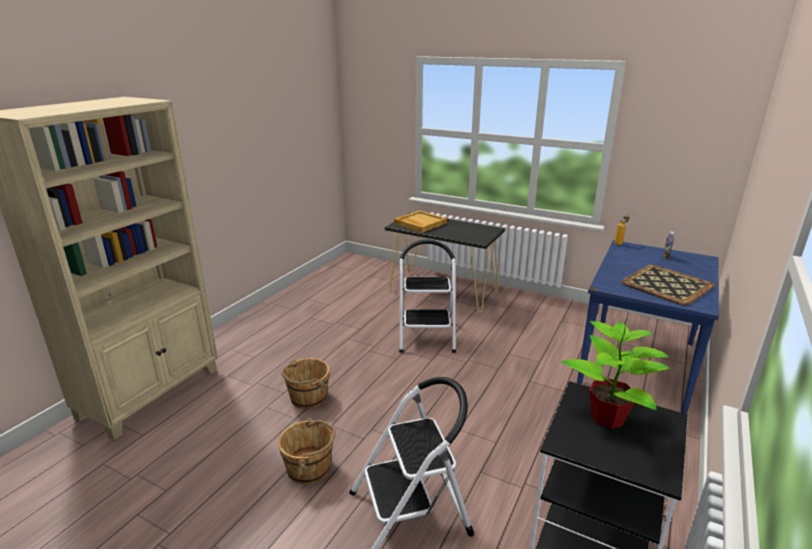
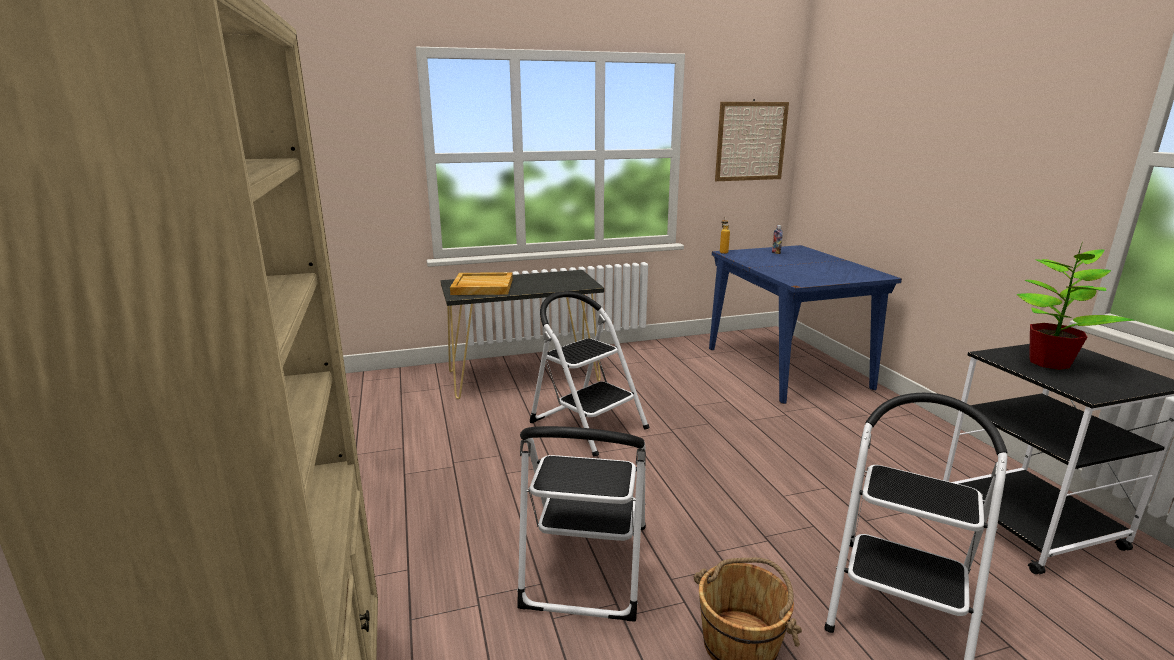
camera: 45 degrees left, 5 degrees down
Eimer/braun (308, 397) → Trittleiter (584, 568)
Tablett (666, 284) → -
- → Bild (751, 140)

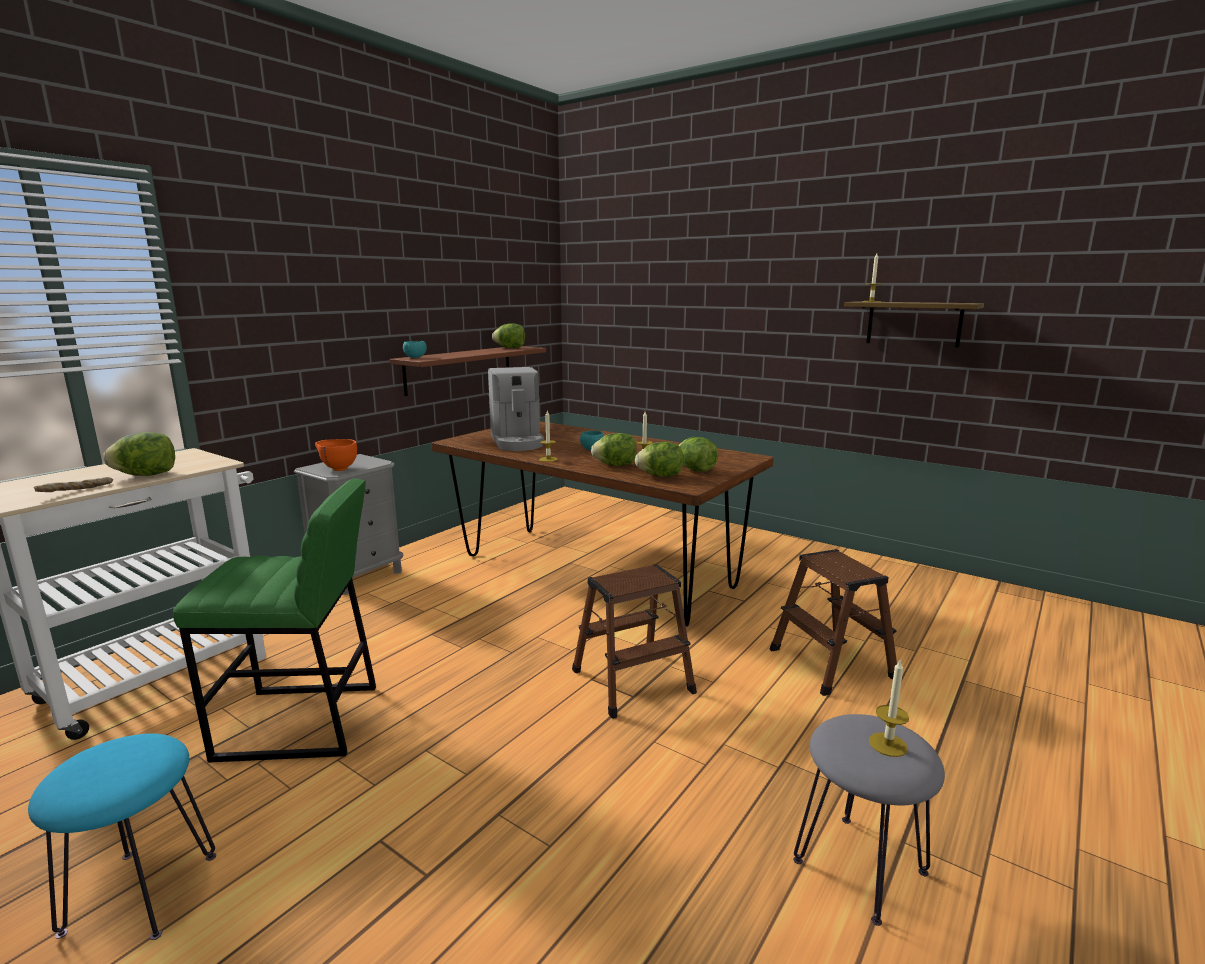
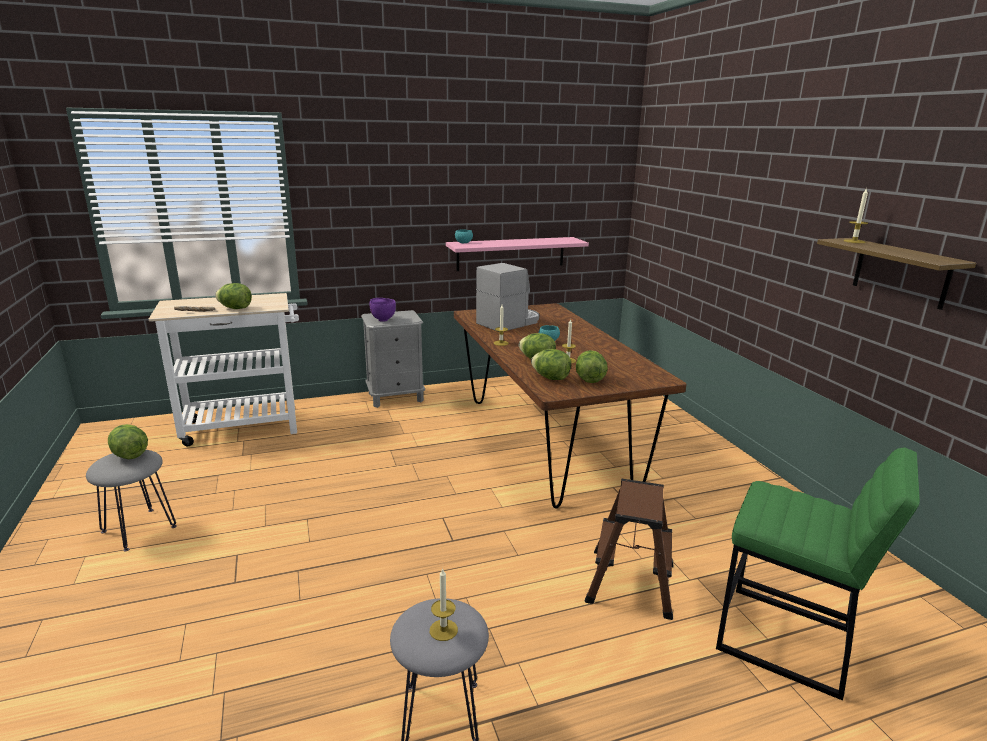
camera: 35 degrees right, 5 degrees up
Hocker/türkis (141, 892) → Hocker/grau (139, 529)
Stuhl/grün (303, 721) → Stuhl/grün (788, 640), move
Schüssel/orange (338, 469) → Schüssel/lila (382, 320)
Wandregal/braun (459, 369) → Wandregal/rosa (511, 253)
Kaffeemaschine (517, 441) → Kaffeemaschine (509, 322), 150 degrees counterclockwise
Salatkopf (510, 348) → Salatkopf (129, 455), move
Trittleiter/braun (633, 680) → -

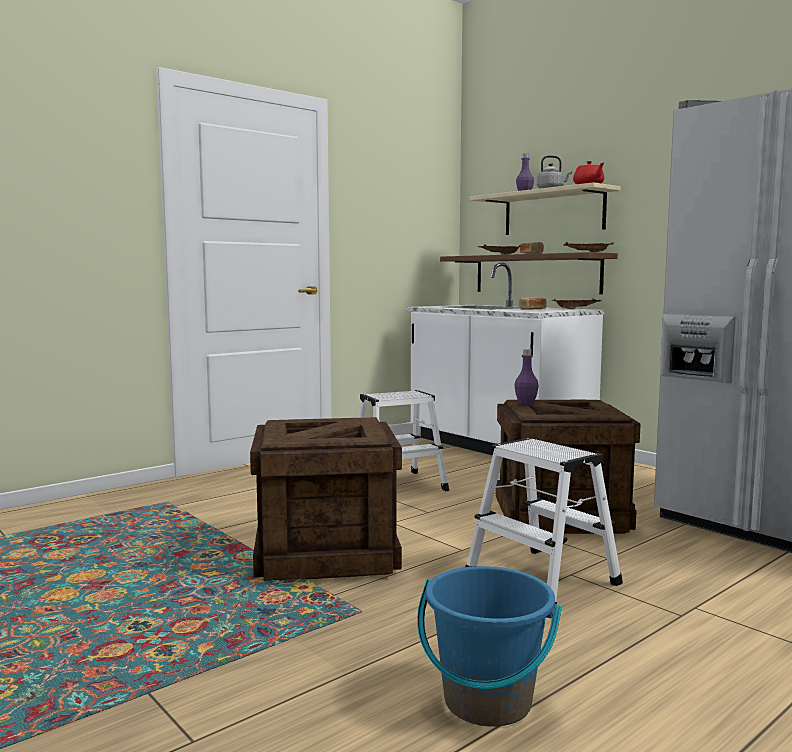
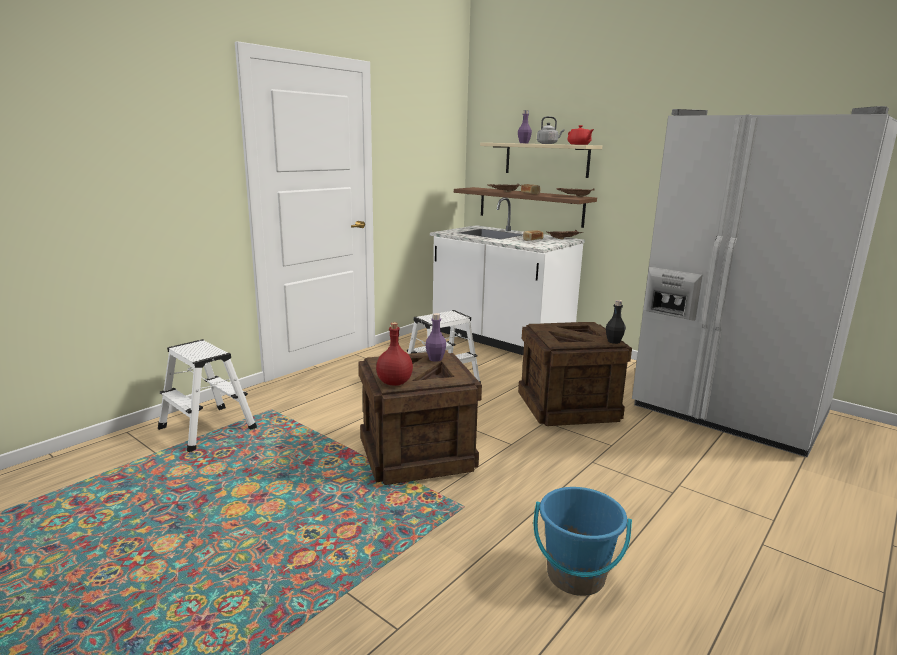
camera: 10 degrees left, 10 degrees up
Trittleiter/weiß (542, 579) → Trittleiter/weiß (208, 428), move
Flasche/lila (526, 403) → Flasche/lila (435, 359), move
- → Flasche/rot (394, 383)
- → Flasche/schwarz (614, 341)

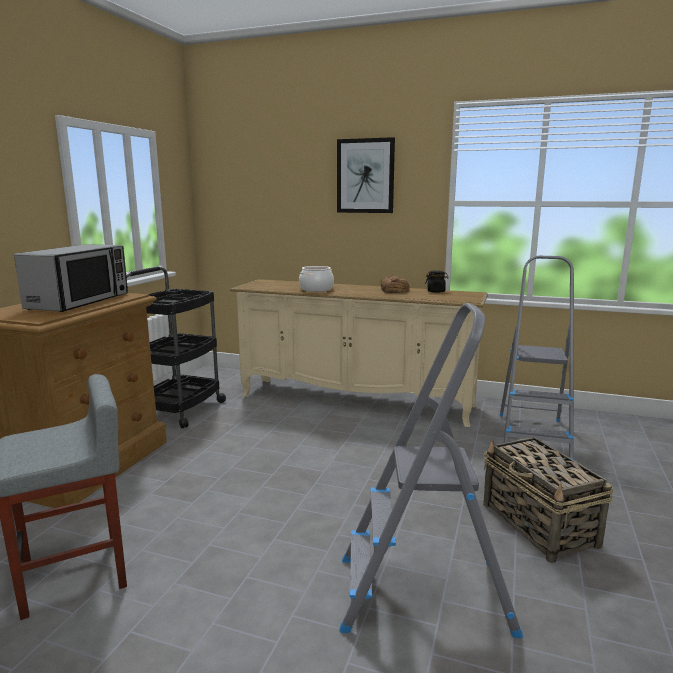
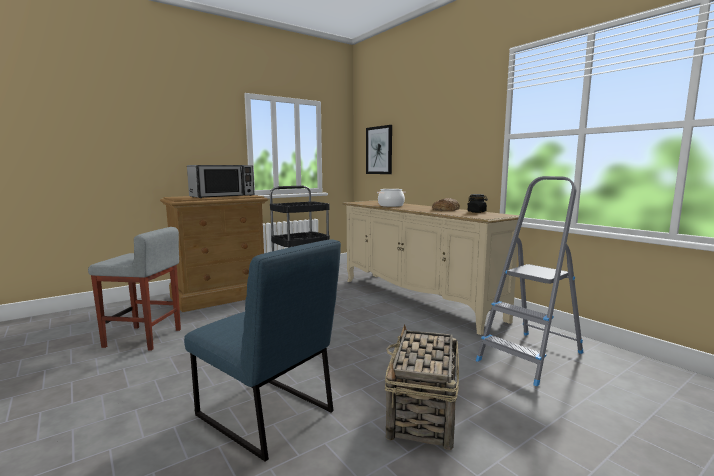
camera: 35 degrees right, 5 degrees down
Bild (365, 176) → Bild (379, 150), move
Trittleiter/grau (421, 594) → Stuhl/blau (267, 415)

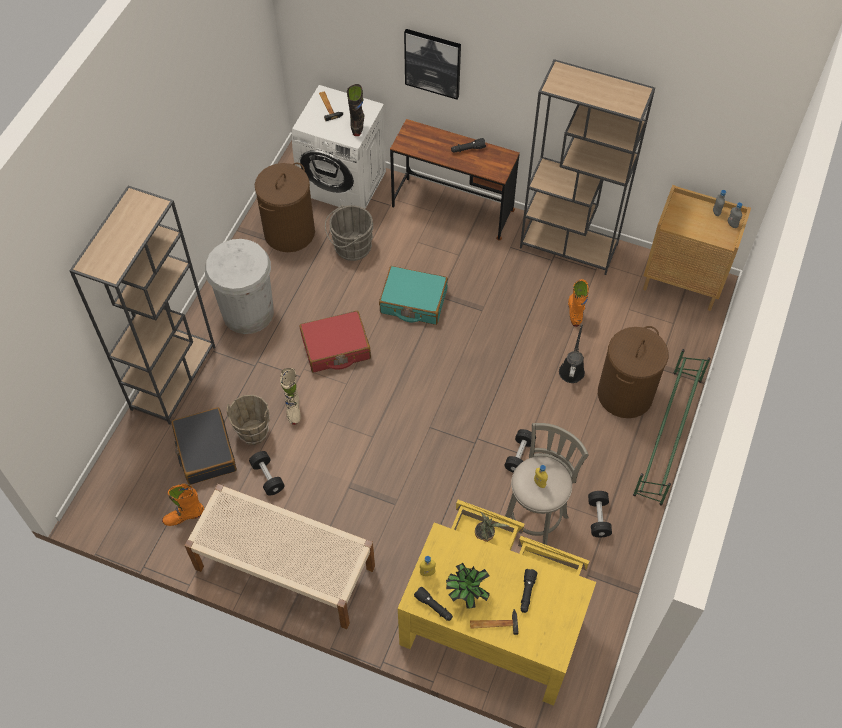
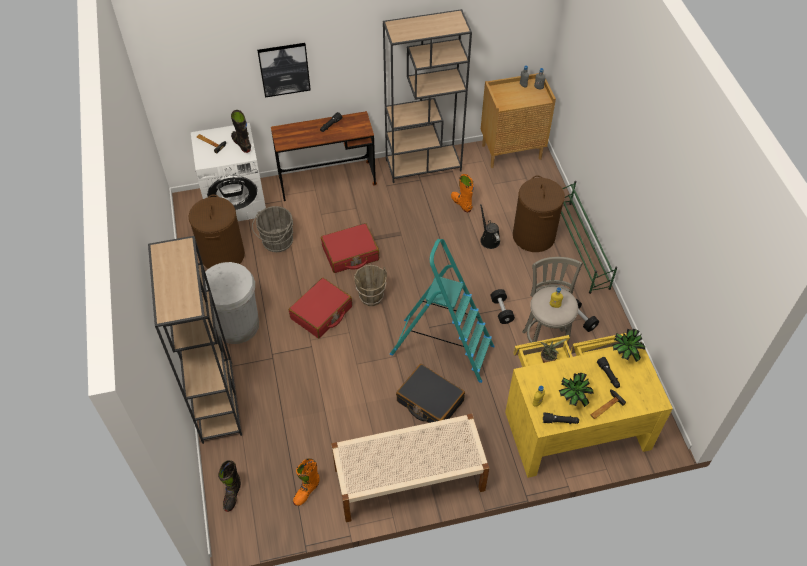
camera: 35 degrees left, 5 degrees down
Koffer/schwarz (205, 451) → Koffer/schwarz (429, 401), move
Eimer/braun (253, 432) → Eimer/braun (371, 297), move
Hantel/schwarz (267, 477) → -
Stiefel/beige (293, 409) → -
Koffer/türkis (413, 301) → Koffer/rot (350, 254)
- → Stiefel/schwarz (232, 495)
- → Trittleiter/türkis (442, 350)
- → Topfpflanze (624, 355)

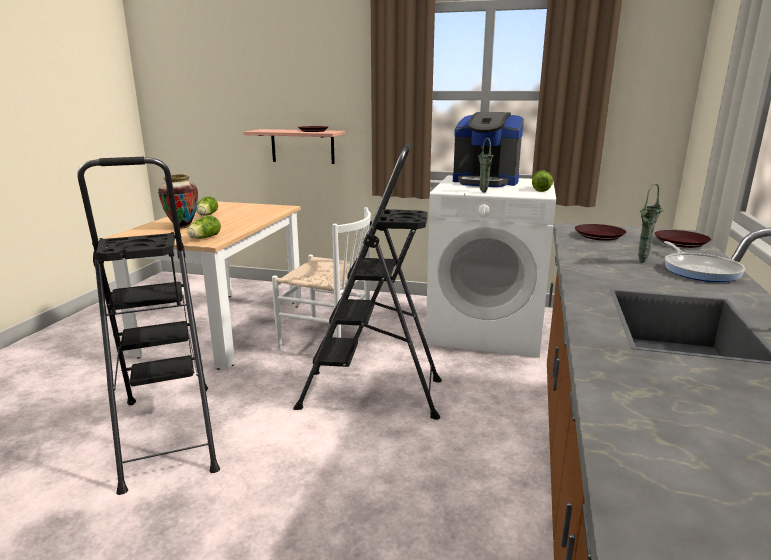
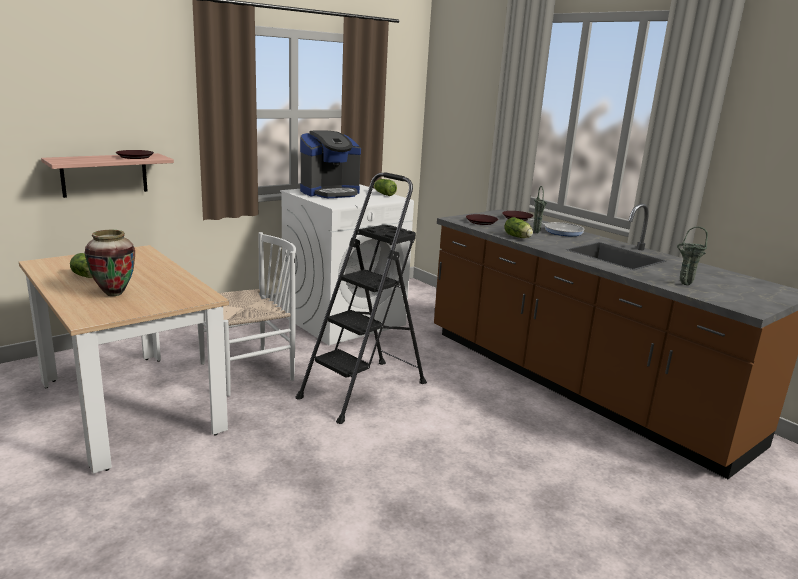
camera: 55 degrees left, 0 degrees up
Trittleiter (168, 434) → -
Salatkopf (203, 238) → Salatkopf (518, 237), move
Vase/grün (482, 191) → Vase/grün (683, 284), move

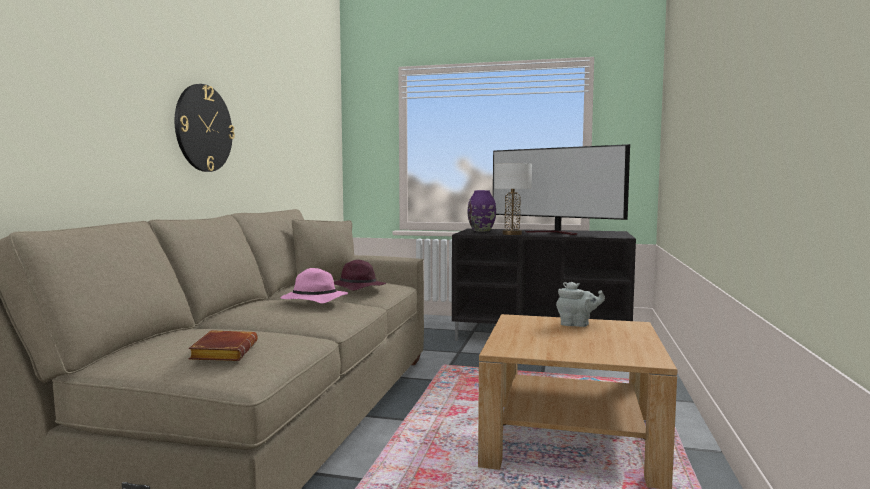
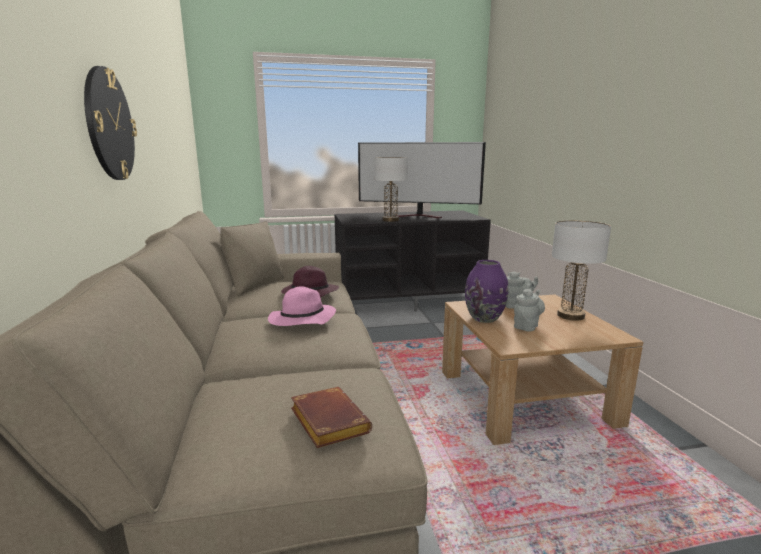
camera: 25 degrees left, 10 degrees up
Vase/lila (482, 230) → Vase/lila (484, 318), move
- → Teekanne/grau (526, 326)
- → Tischlampe (570, 315)

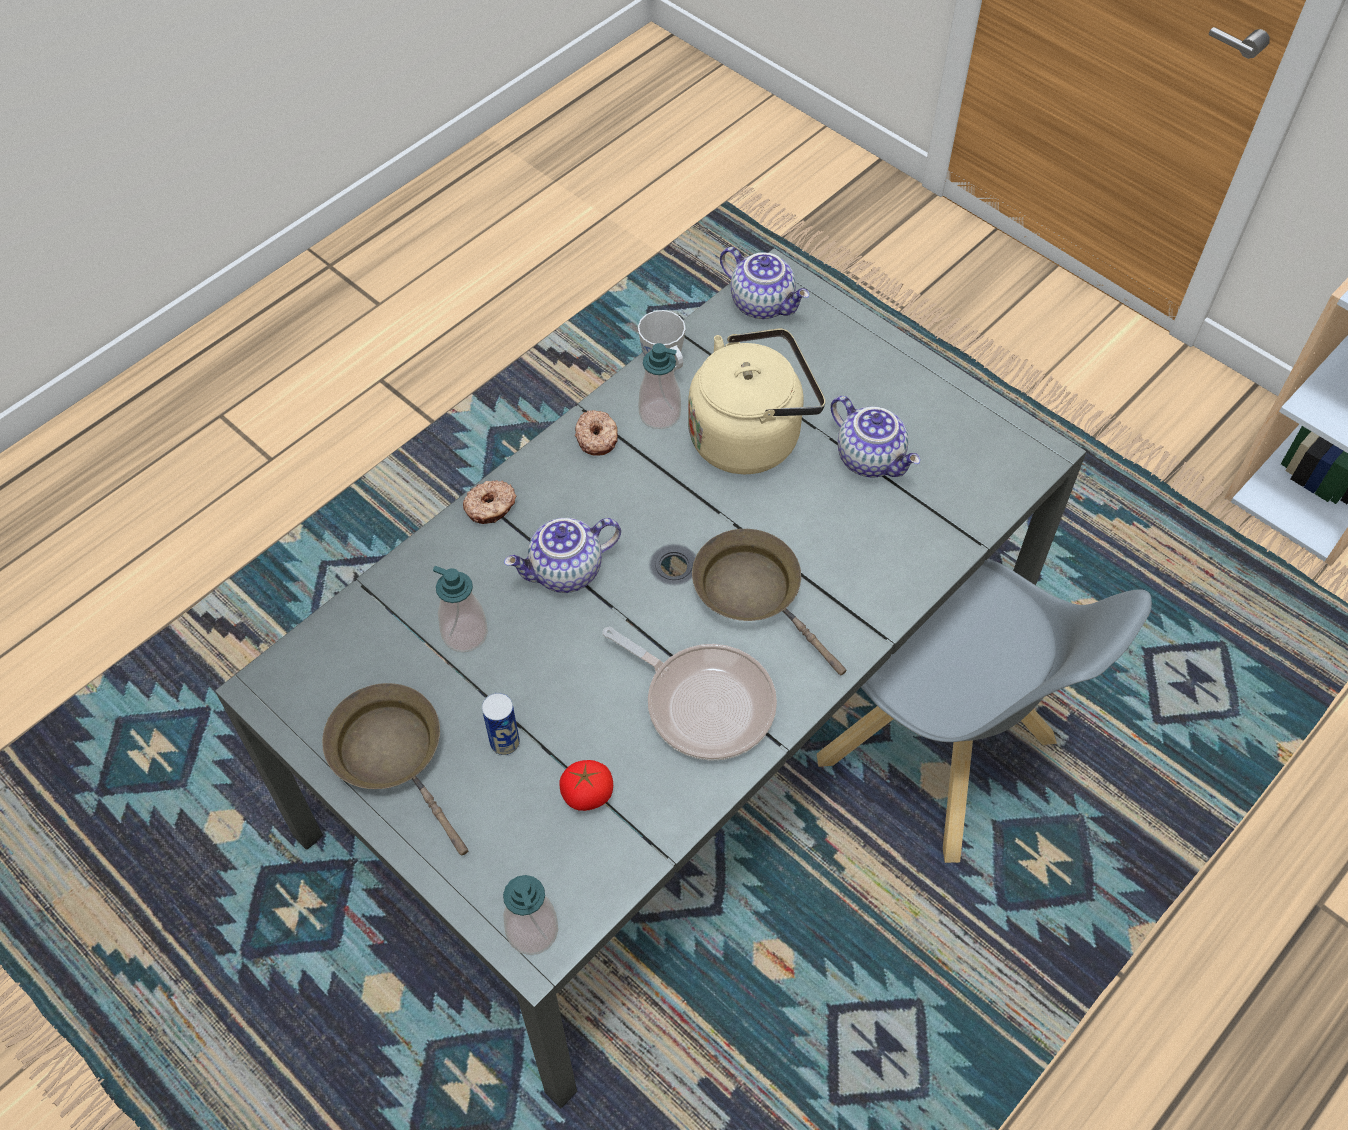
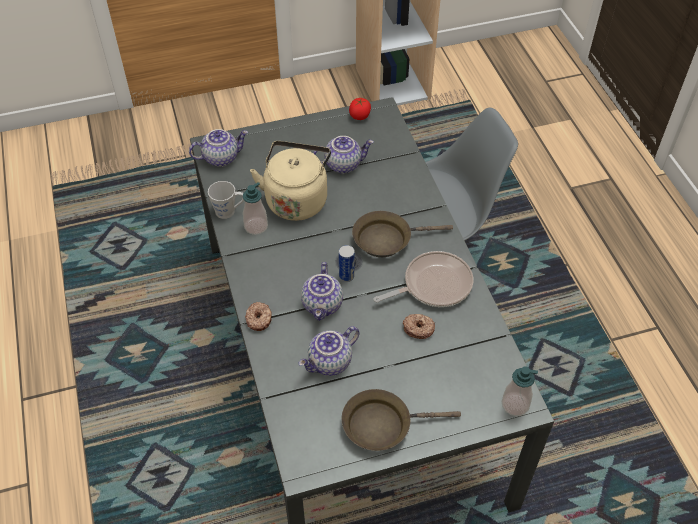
camera: 60 degrees left, 5 degrees down
Seifenspender (465, 634) → Teekanne (330, 363)
Dose (505, 742) → Dose (346, 276), move
Tomate (587, 794) → Tomate (359, 116), move
Donut (597, 438) → Donut (418, 328), move

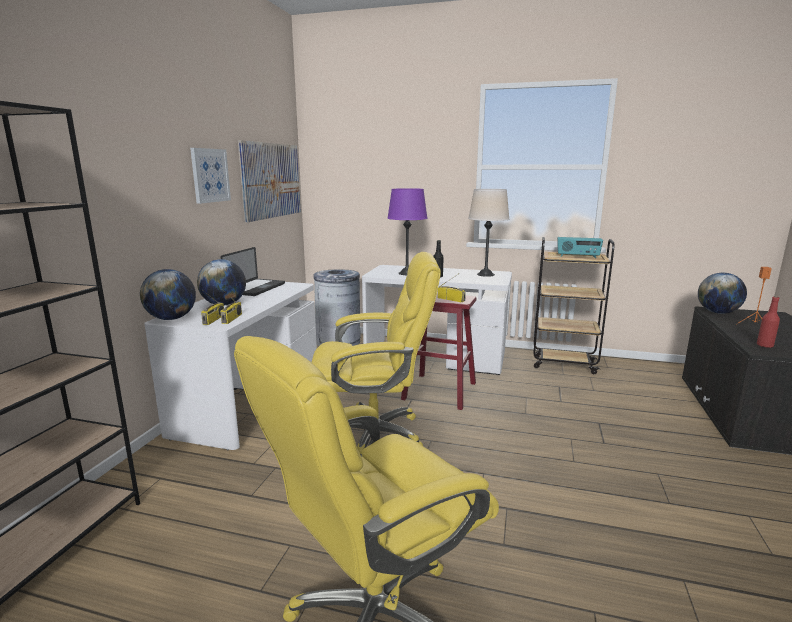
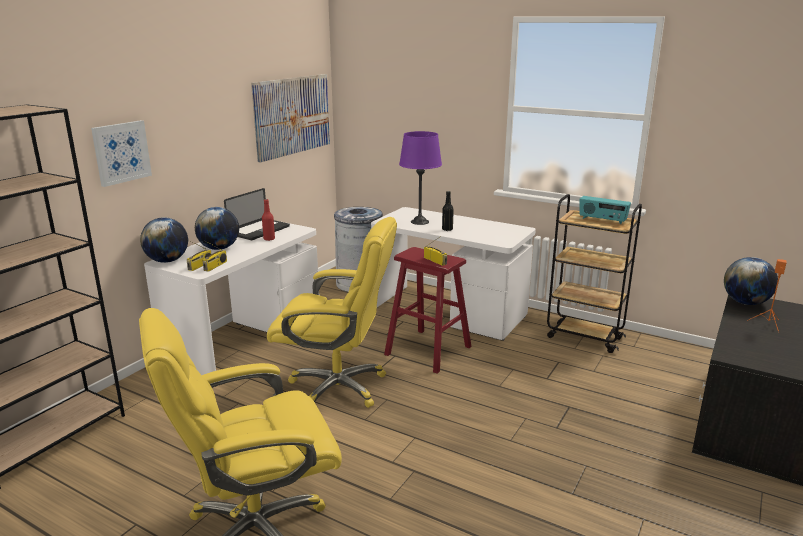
camera: 15 degrees right, 5 degrees up
Bild (210, 175) → Bild (121, 152), move
Tischlampe/beige (485, 274) → -
Flasche/rot (764, 345) → Flasche/rot (269, 239), move

